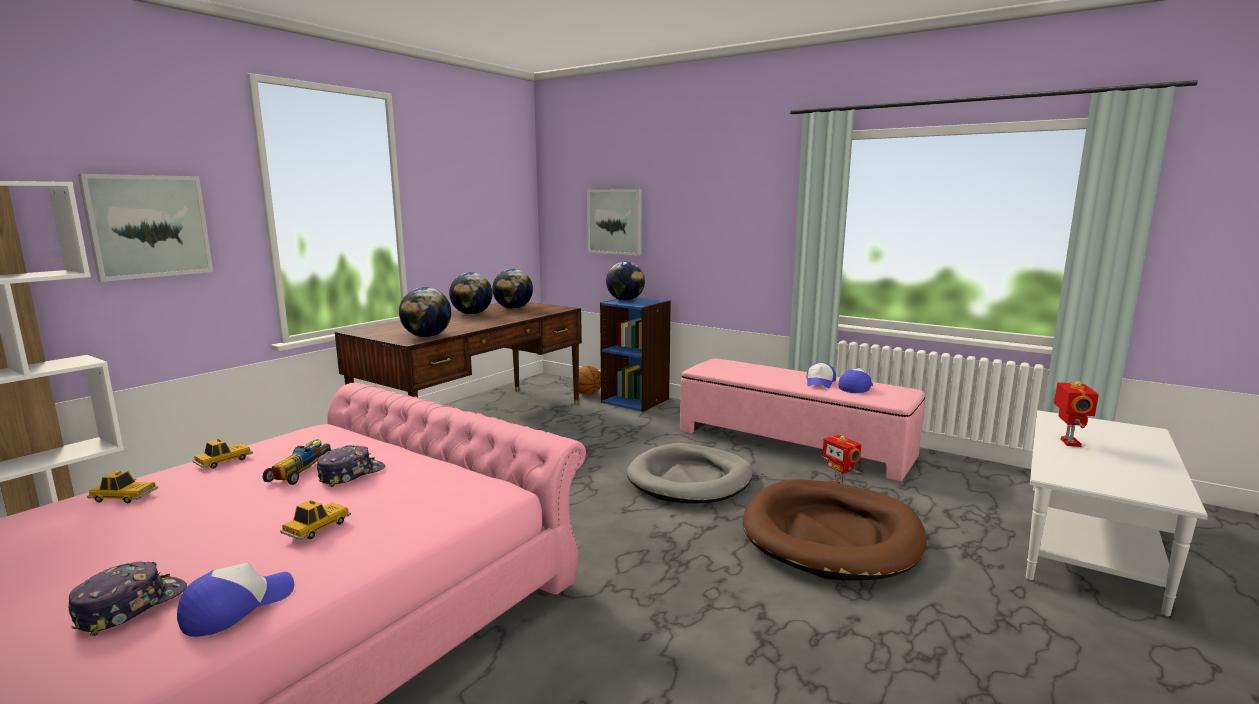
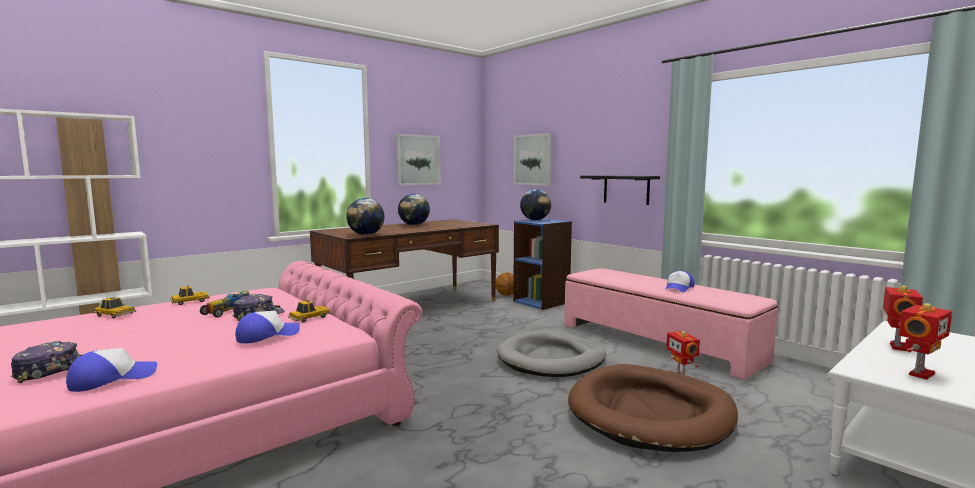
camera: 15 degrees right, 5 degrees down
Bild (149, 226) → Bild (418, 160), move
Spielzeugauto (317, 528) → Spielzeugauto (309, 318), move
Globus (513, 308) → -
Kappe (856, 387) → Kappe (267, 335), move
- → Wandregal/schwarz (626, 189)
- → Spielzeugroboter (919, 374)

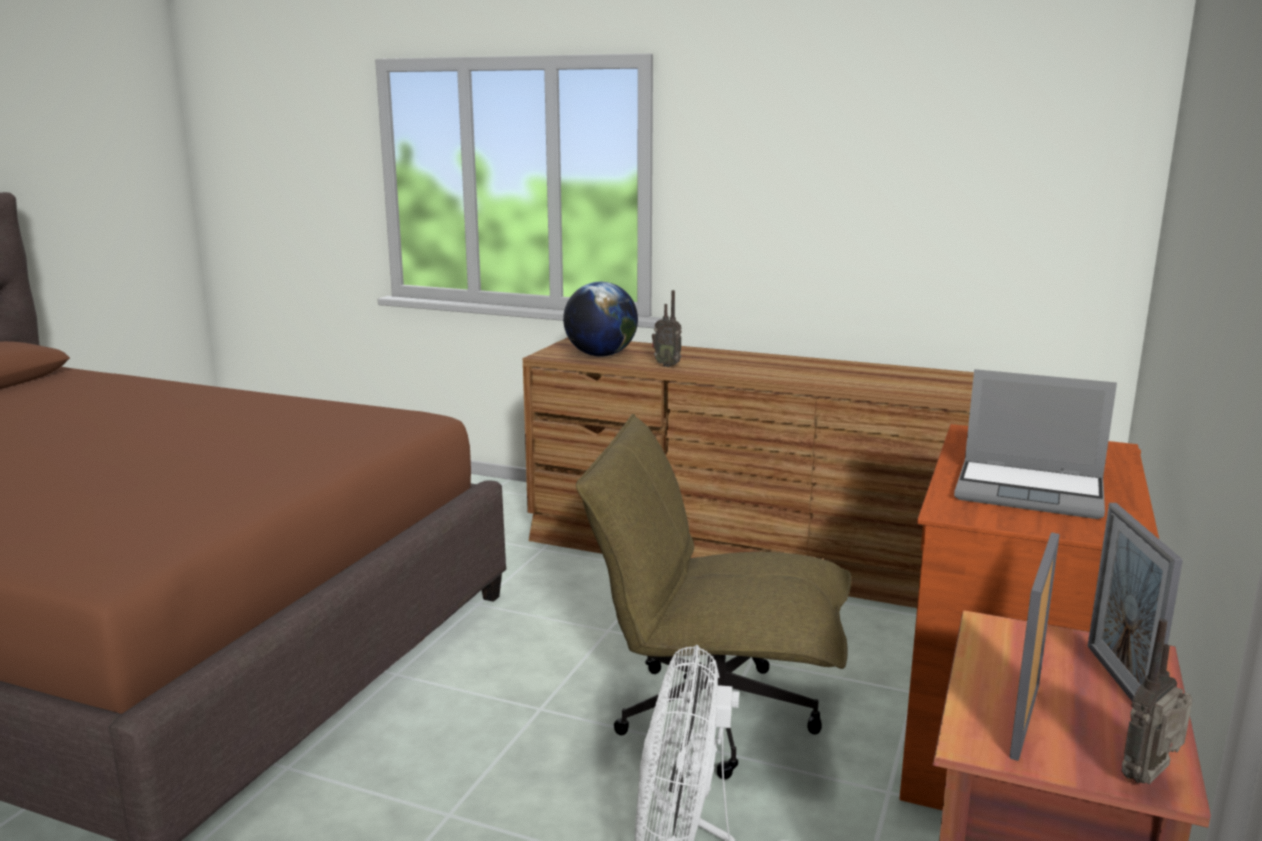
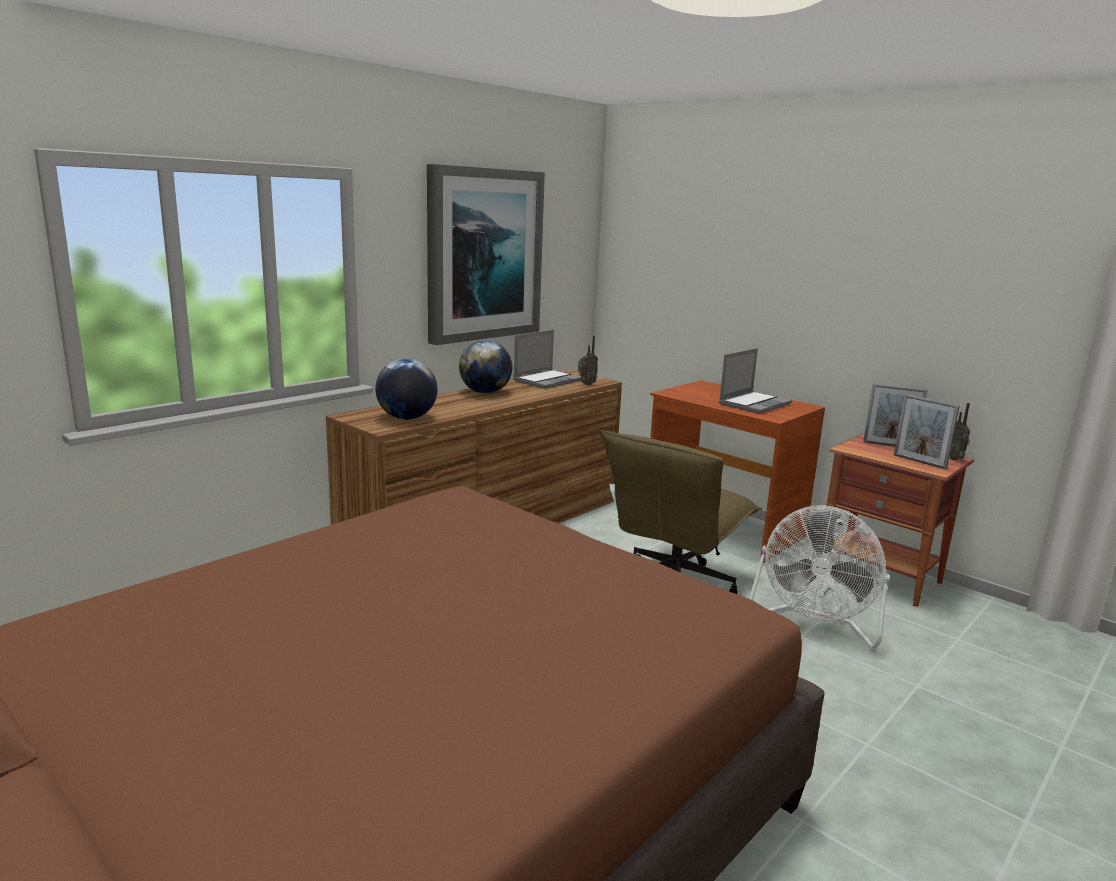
camera: 70 degrees left, 0 degrees up
Radio (667, 365) → Radio (586, 384), move
- → Bild (483, 254)
- → Globus (485, 392)
- → Laptop (547, 380)

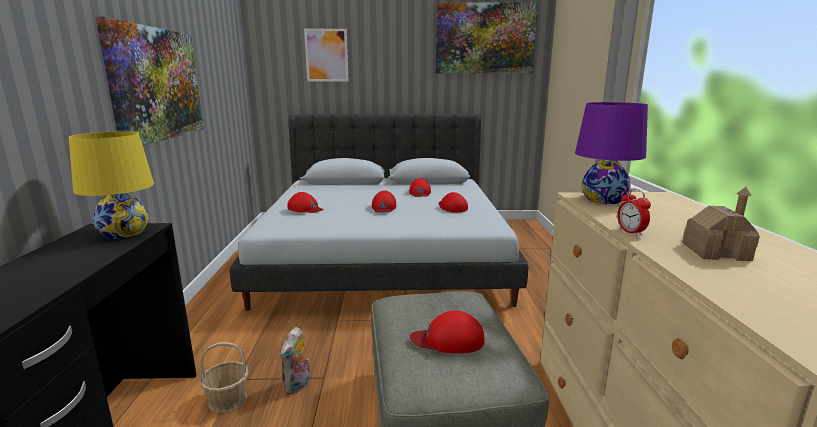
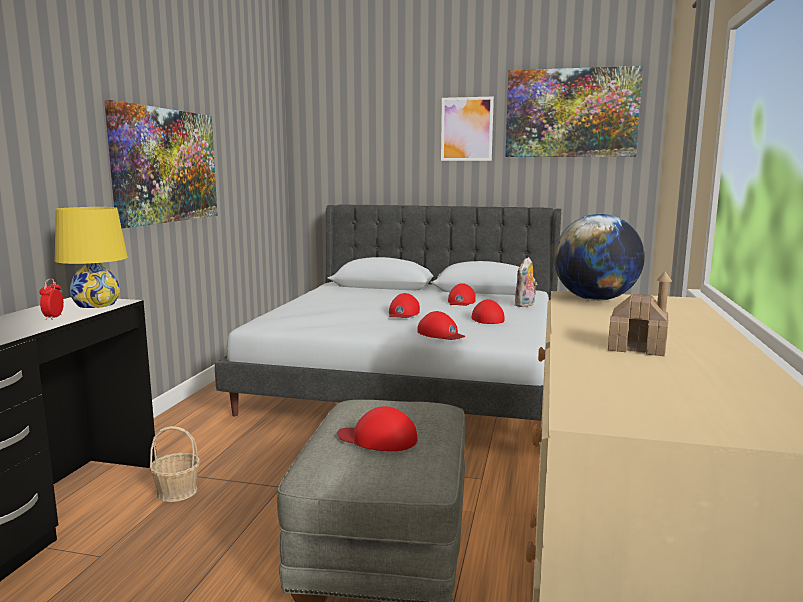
camera: 15 degrees right, 5 degrees down
Plüschtier (298, 386) → Plüschtier (525, 305), move
Kappe/rot (305, 208) → Kappe/rot (441, 334), move
Bild (326, 55) → Bild (466, 129), move
Tischlampe/lila (604, 199) → Globus (595, 299)
Wecker (630, 232) → Wecker (53, 317), move

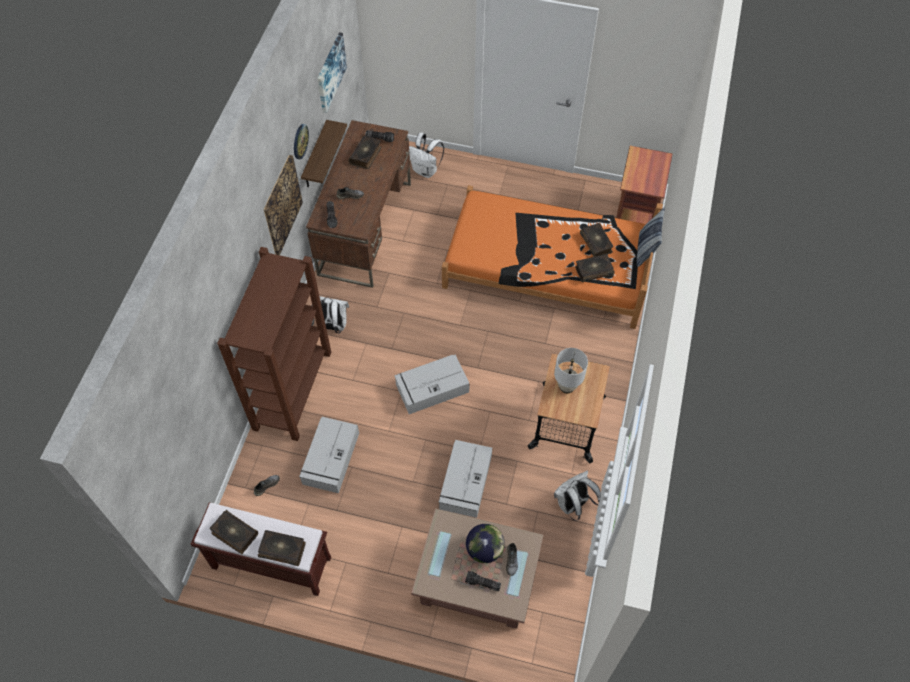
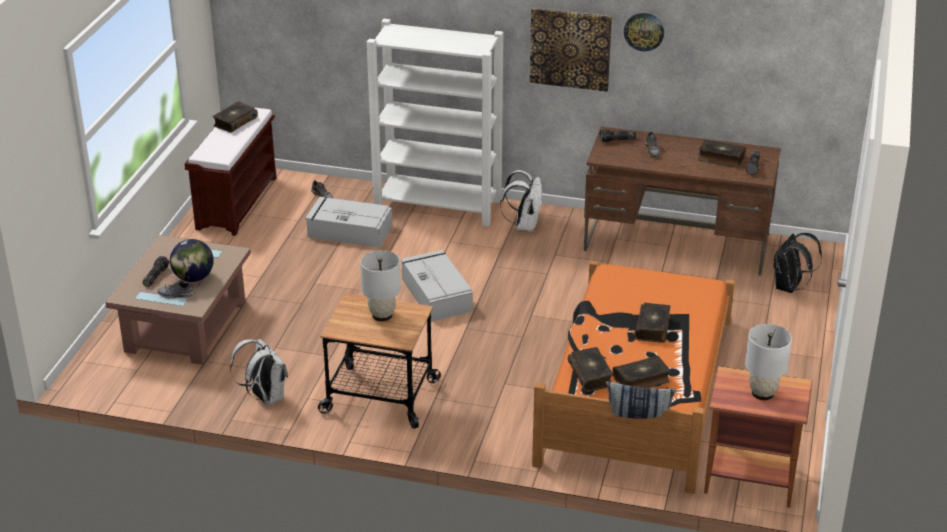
camera: 90 degrees right, 25 degrees down
Bücherregal/braun (292, 390) → Bücherregal/weiß (438, 205)
Buch (283, 549) → Buch (653, 328), move
Wandregal (315, 156) → -
Bild (330, 72) → -
Rucksack/weiß (426, 171) → Rucksack/schwarz (789, 287)
Aufbewahrungsbox/grau (465, 483) → -
- → Tischlampe/weiß (762, 393)

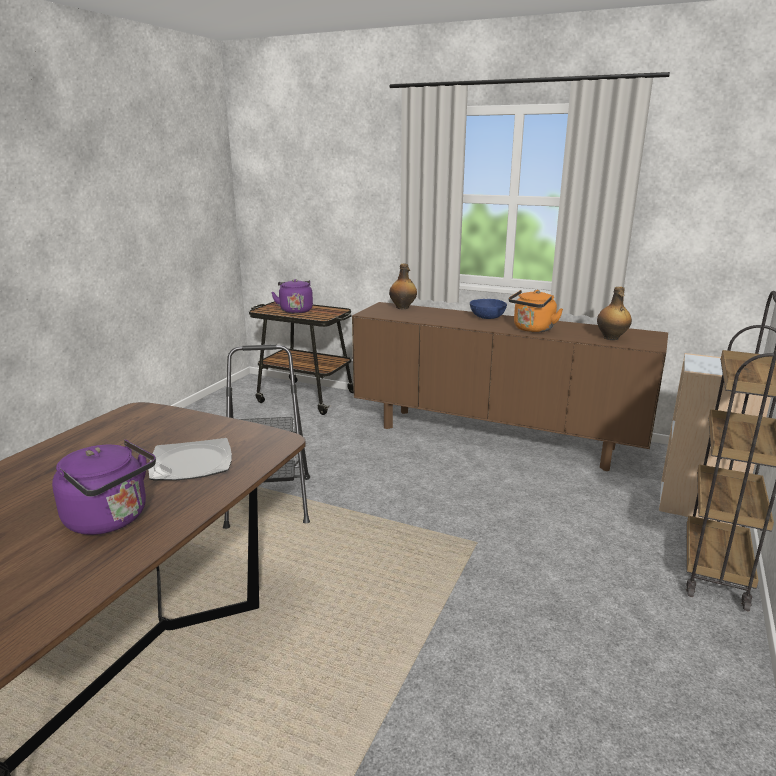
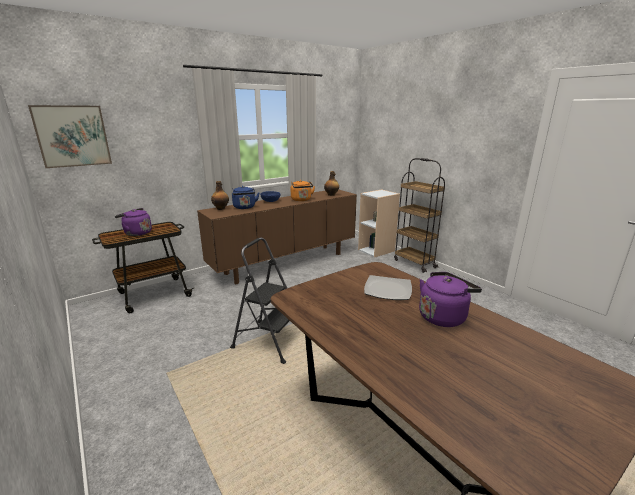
camera: 60 degrees left, 0 degrees up
- → Bild (72, 136)
- → Wasserkessel/blau (244, 207)

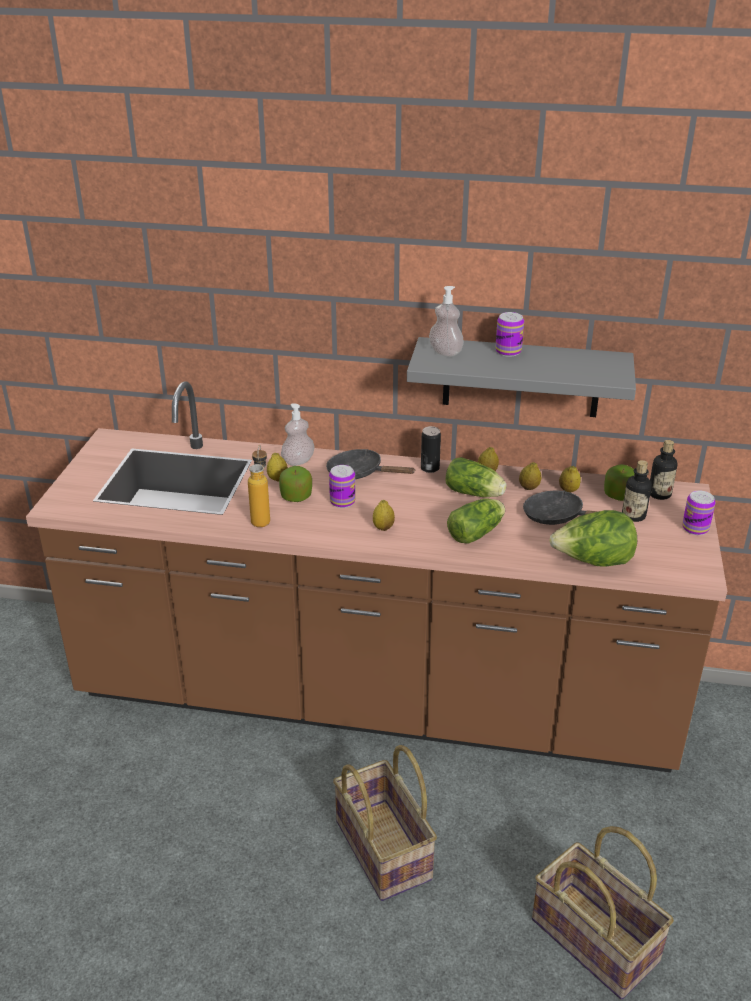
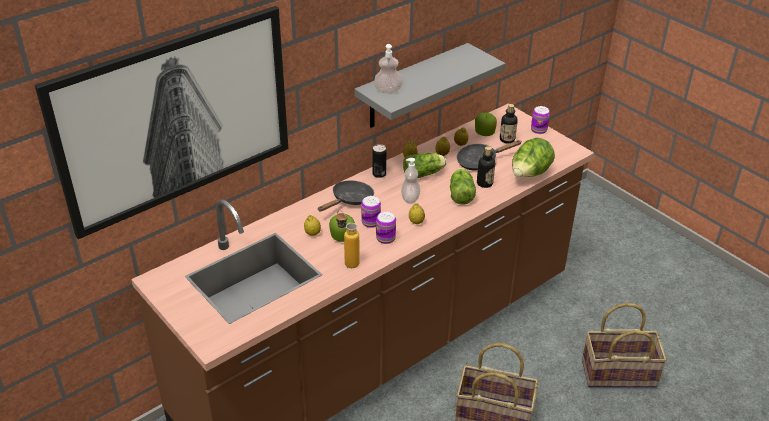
camera: 50 degrees left, 5 degrees up
Seifenspender (298, 461) → Seifenspender (410, 198), move
Pfanne/schwarz (360, 473) → Pfanne/schwarz (350, 200), 150 degrees clockwise
Dose (508, 351) → Dose (385, 238), move
Flasche (659, 494) → Flasche (484, 183), move
- → Bild (176, 119)

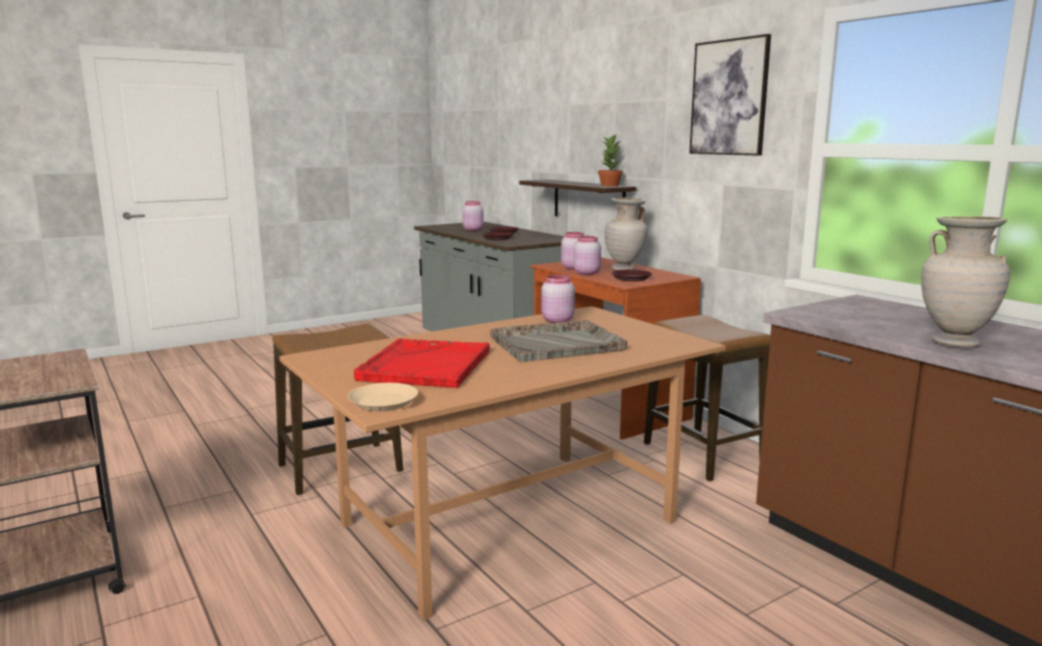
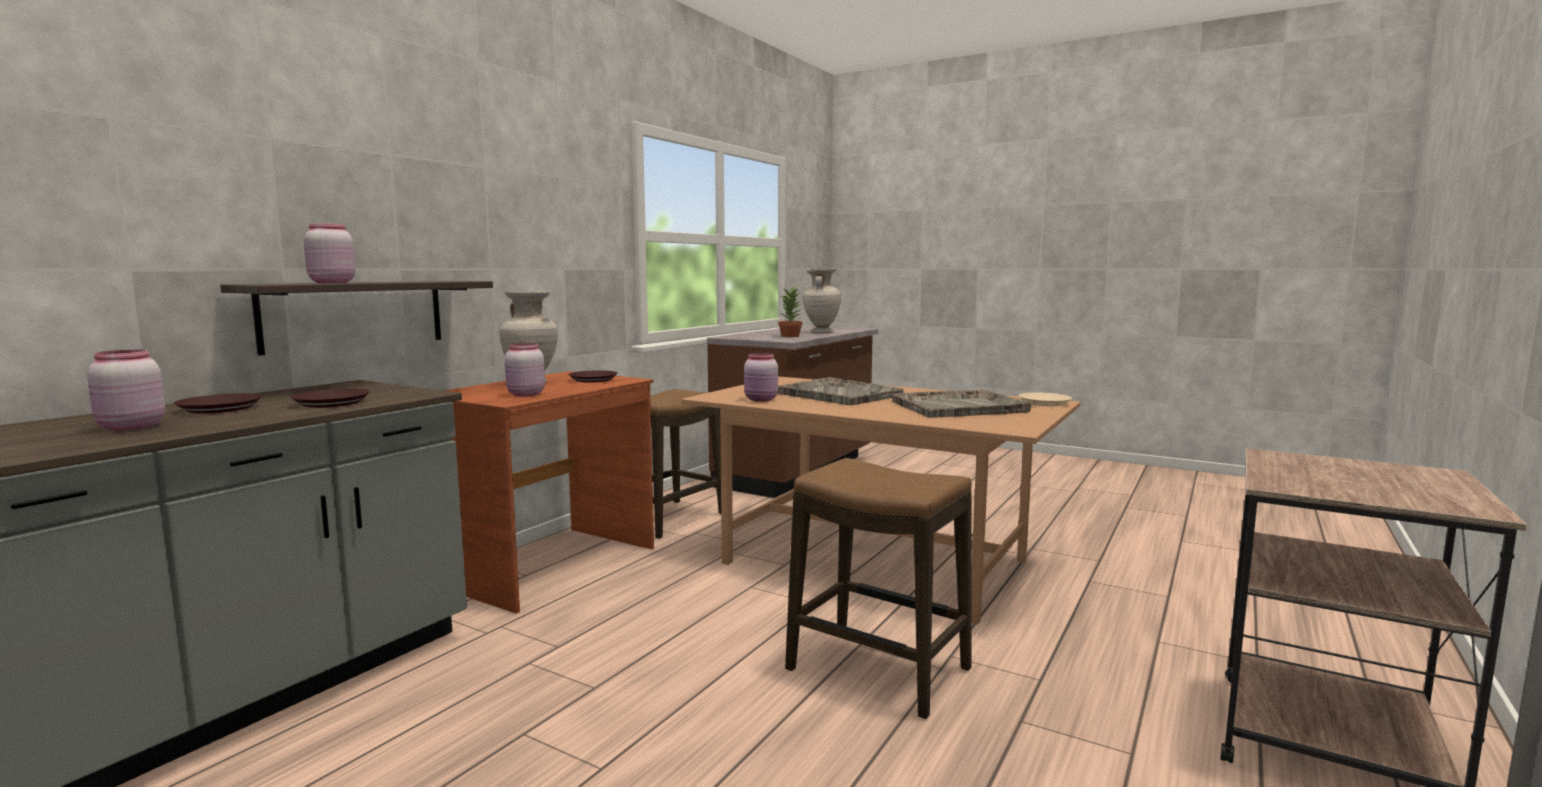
camera: 115 degrees left, 5 degrees down
Tablett/rot (425, 365) → Tablett/grau (960, 407)
Vorratsglas/rosa (586, 273) → Vorratsglas/rosa (330, 282), move
Topfpflanze (609, 185) → Topfpflanze (790, 336), move
Bild (729, 97) → -

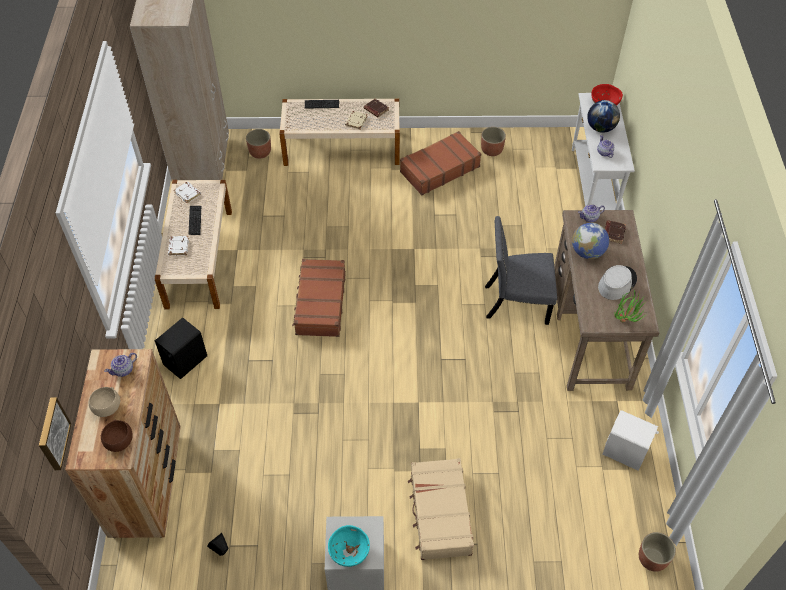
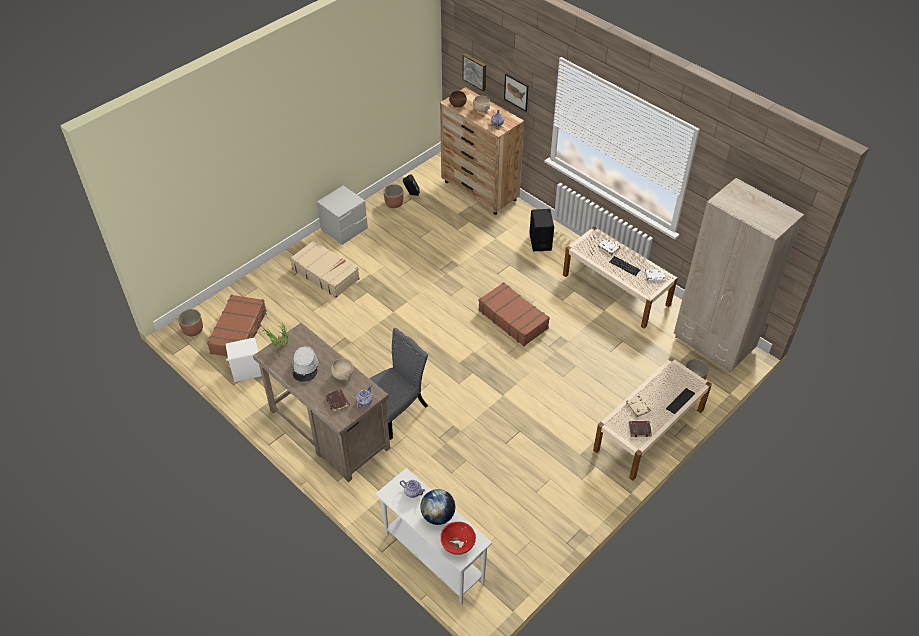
camera: 135 degrees right, 5 degrees down
Schüssel/türkis (349, 552) → -
Koffer/braun (439, 169) → Koffer/braun (239, 332), move
Pflanzkübel (492, 150) → Pflanzkübel (394, 203), move
Globus (587, 252) → Schüssel/beige (343, 374)
- → Bild (516, 92)

